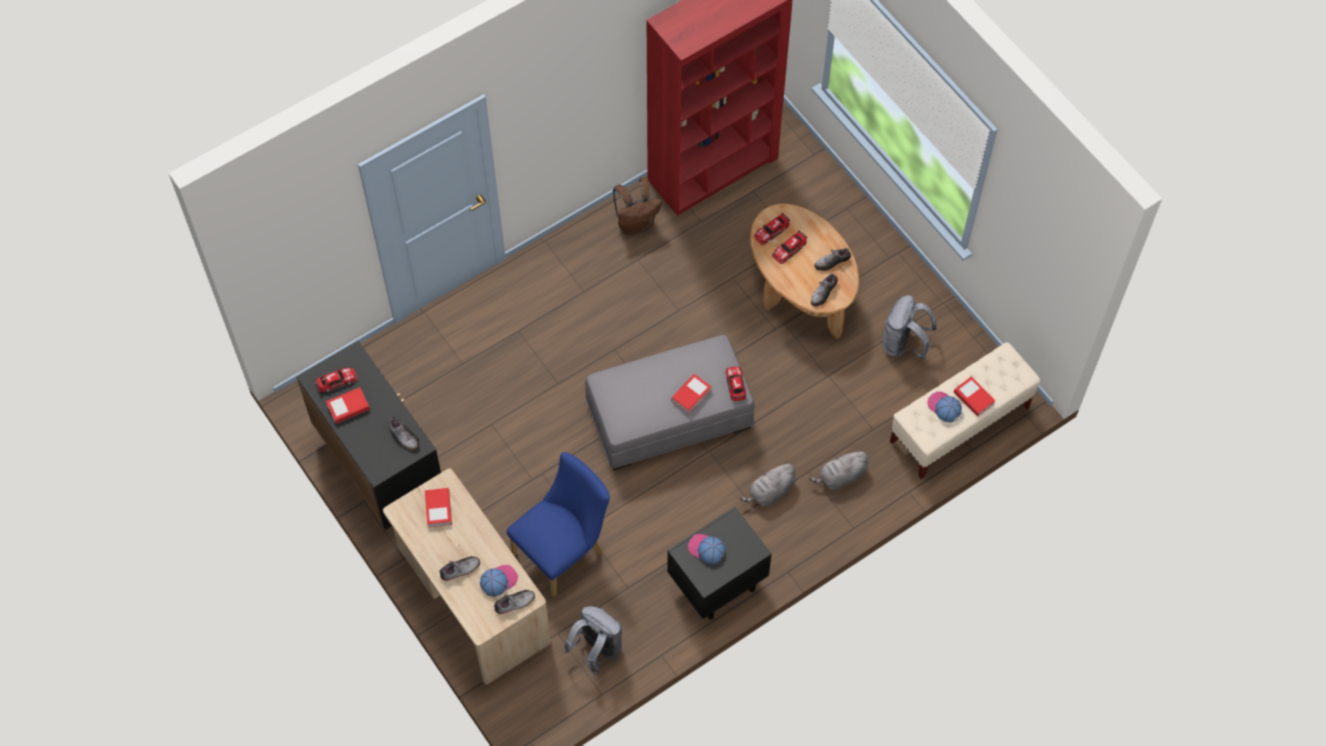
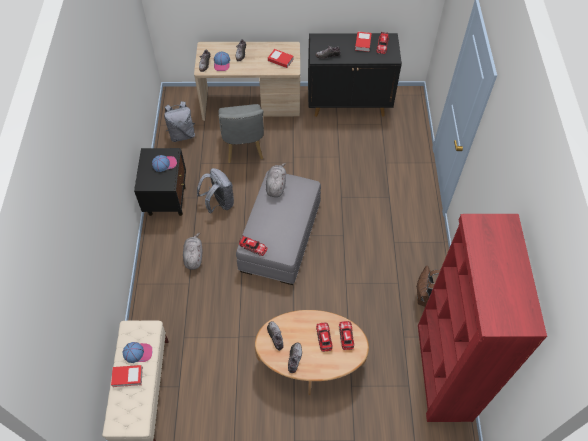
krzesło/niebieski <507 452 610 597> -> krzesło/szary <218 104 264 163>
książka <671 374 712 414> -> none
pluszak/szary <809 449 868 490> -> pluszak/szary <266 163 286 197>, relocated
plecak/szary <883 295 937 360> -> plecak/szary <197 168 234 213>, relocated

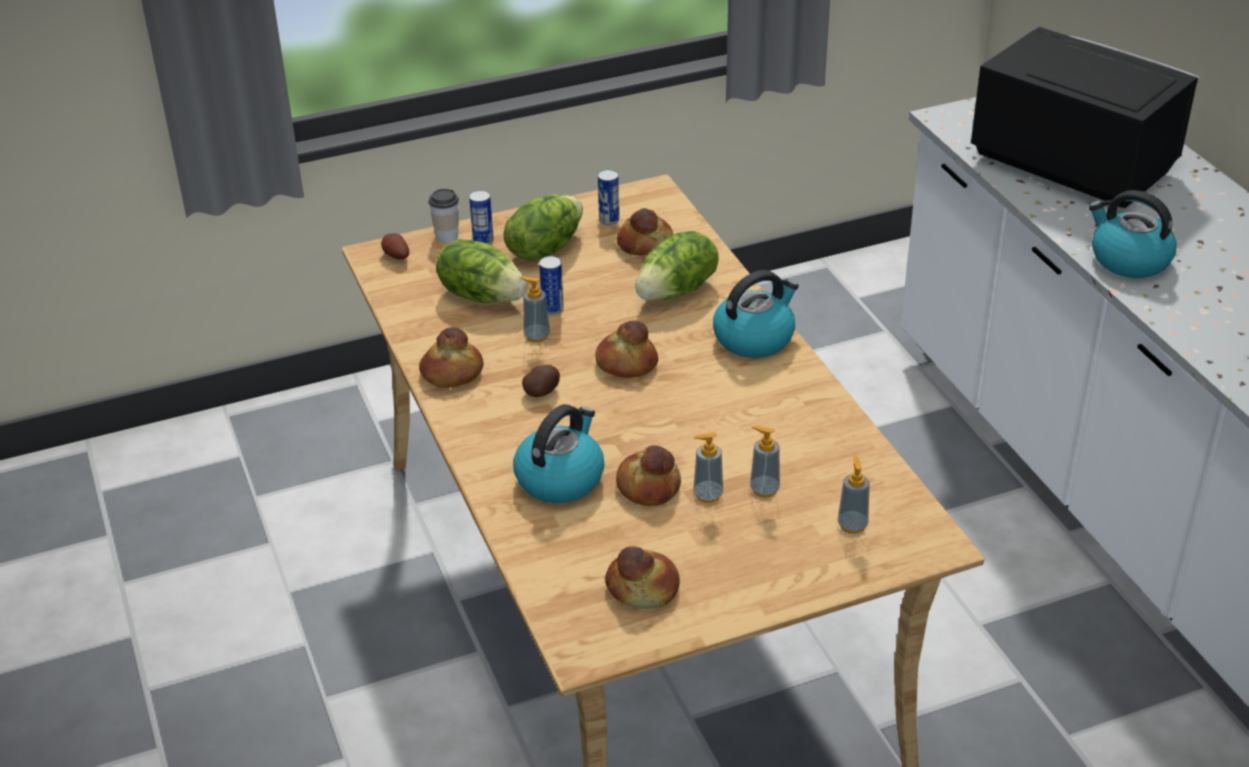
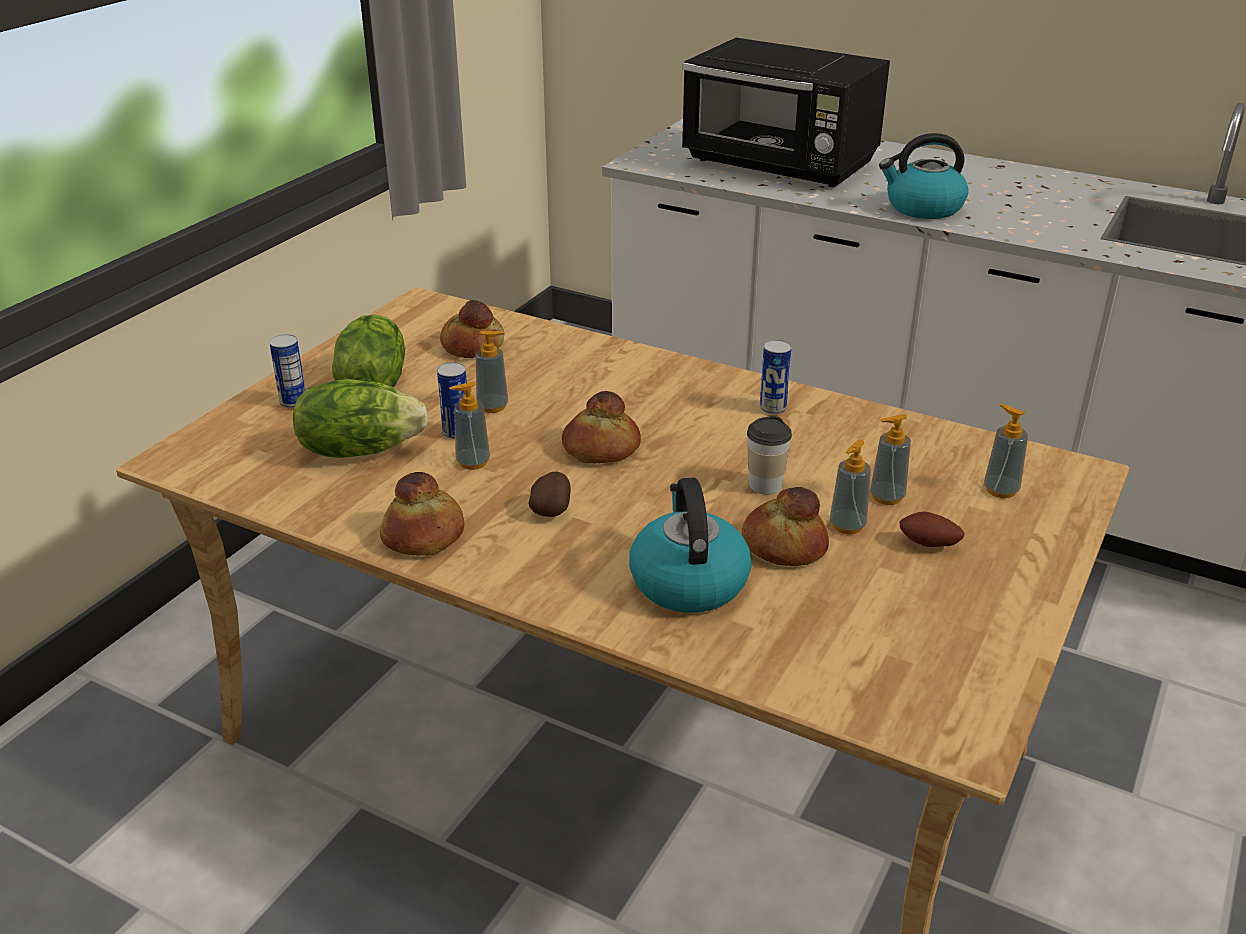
ziemniak <381 233 409 260> -> ziemniak <900 512 965 547>, relocated
filiżanka <428 189 459 243> -> filiżanka <747 416 792 494>, relocated
puszka <598 170 619 225> -> puszka <760 340 792 414>, relocated
chleb <605 546 680 608> -> none
sałata <635 231 719 300> -> none
czajnik <713 270 799 358> -> none
mikrofalówka/czarny <971 27 1200 208> -> mikrofalówka/czarny <682 38 890 187>, 150 degrees counterclockwise
none -> dozownik mydła <476 331 508 413>

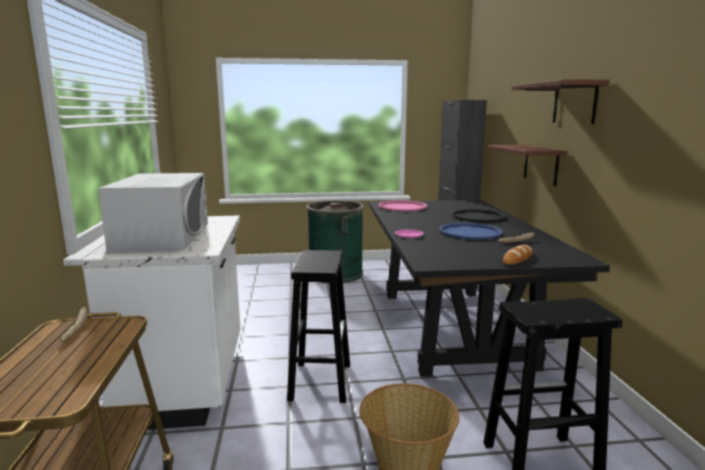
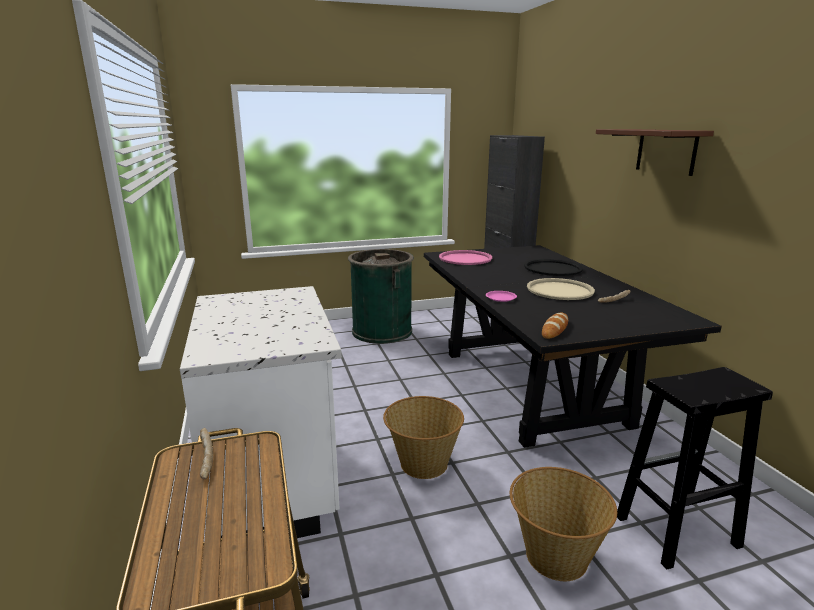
mikrofalówka/biały <98 173 208 252> -> none
stołek/czarny <287 250 350 403> -> koszyk <383 396 464 479>
taca/niebieski <439 223 503 240> -> taca/beżowy <527 278 595 300>
półka/brązowy <488 145 567 186> -> none
chleb <503 245 533 265> -> chleb <542 313 568 339>, relocated

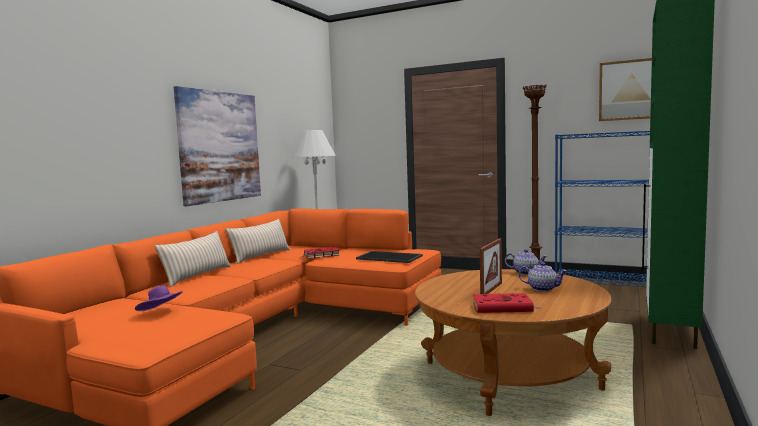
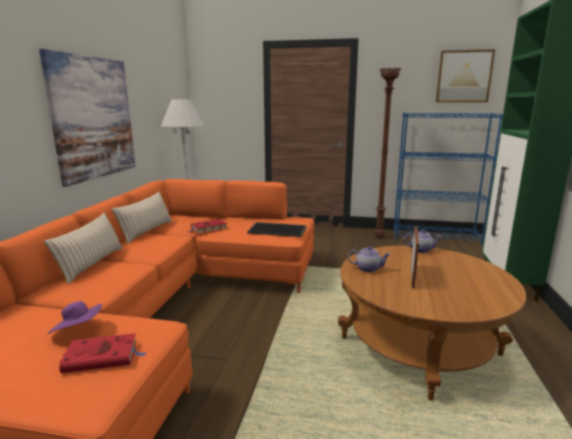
książka/czerwony <473 293 542 313> -> książka/czerwony <59 333 147 373>, relocated
imbryk <519 262 567 292> -> imbryk <348 246 390 272>, relocated

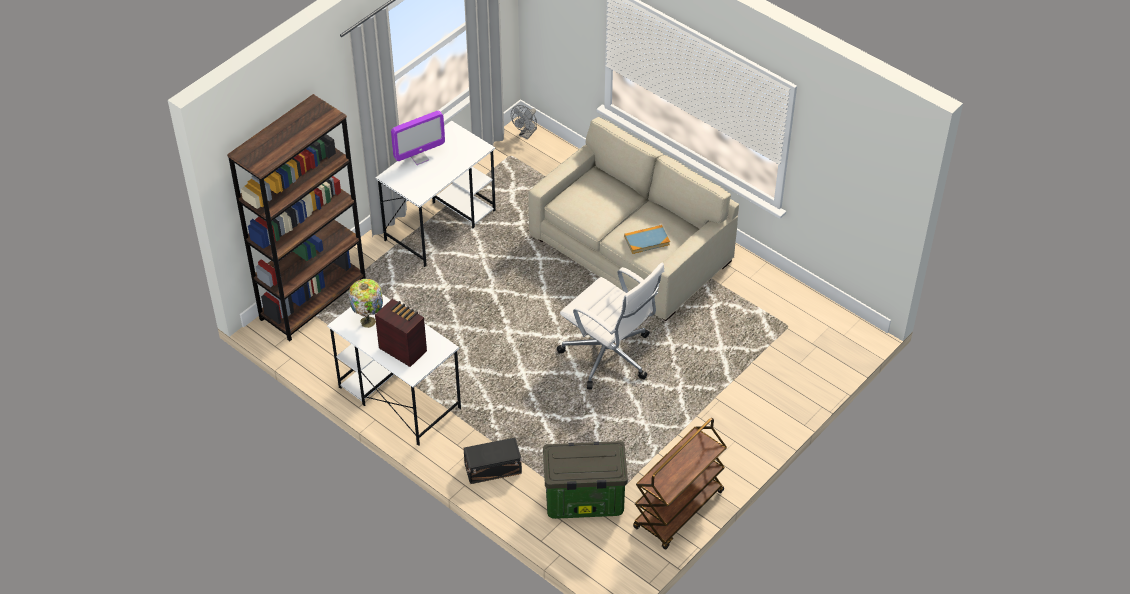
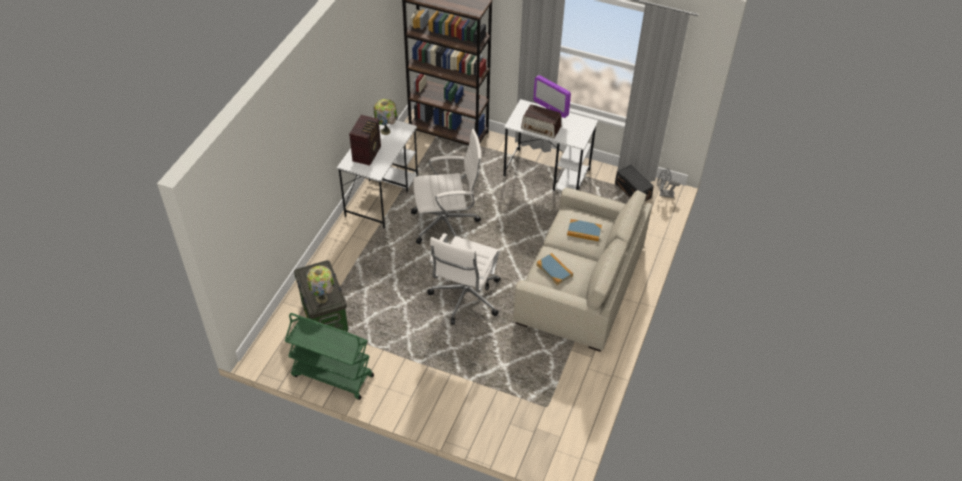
pojemnik do przechowywania/czarny <464 438 522 484> -> pojemnik do przechowywania/czarny <615 165 654 202>, relocated
wózek/brązowy <633 418 727 550> -> wózek/zielony <285 313 374 400>
none -> lampa stołowa <306 266 335 303>
none -> krzesło biurowe/biały <411 129 482 244>
none -> radio <521 104 561 138>
none -> książka <567 219 602 241>

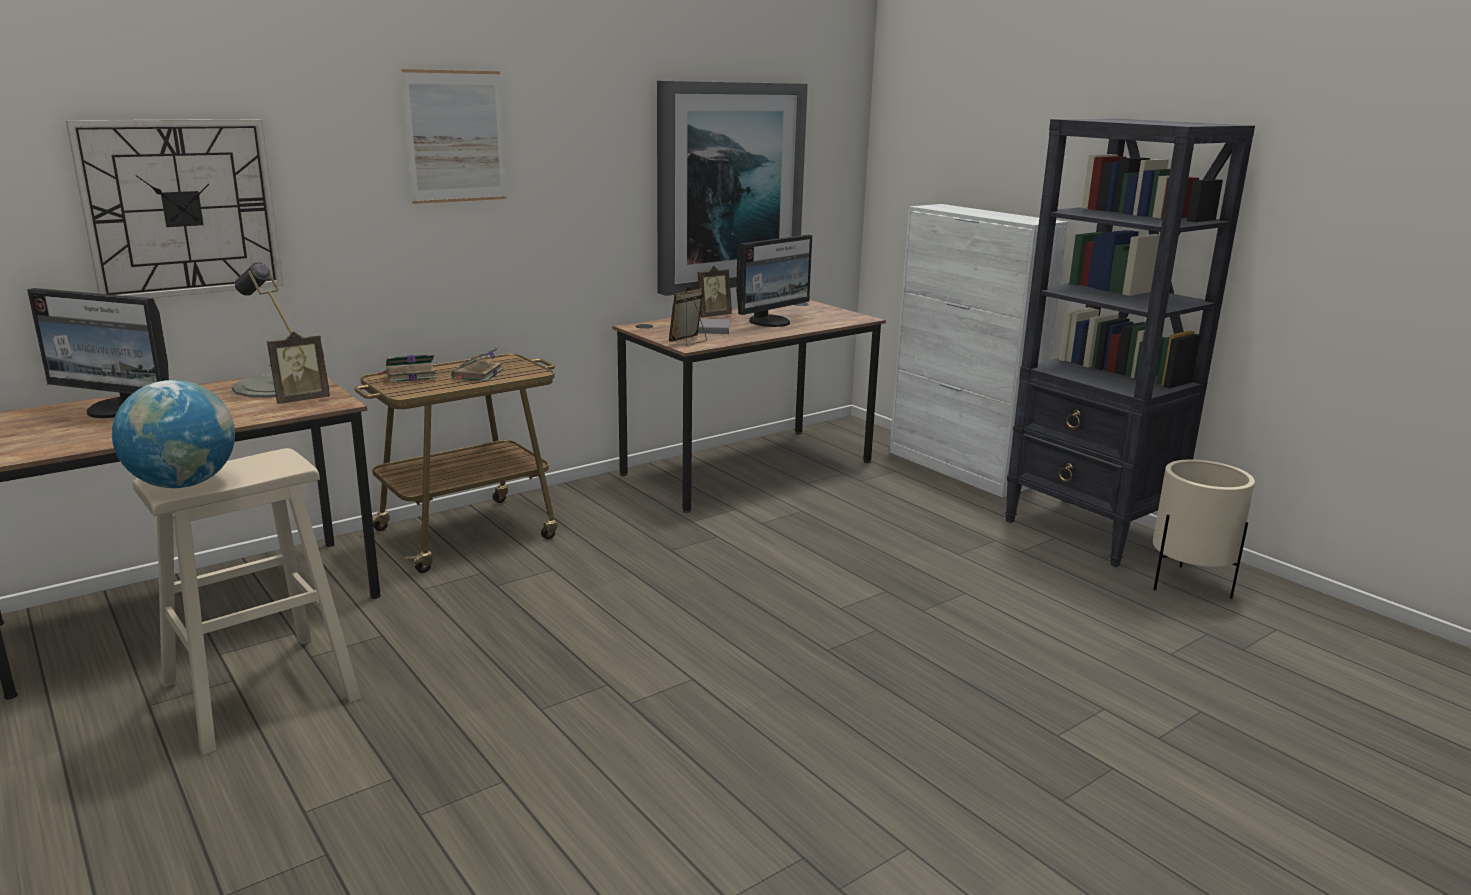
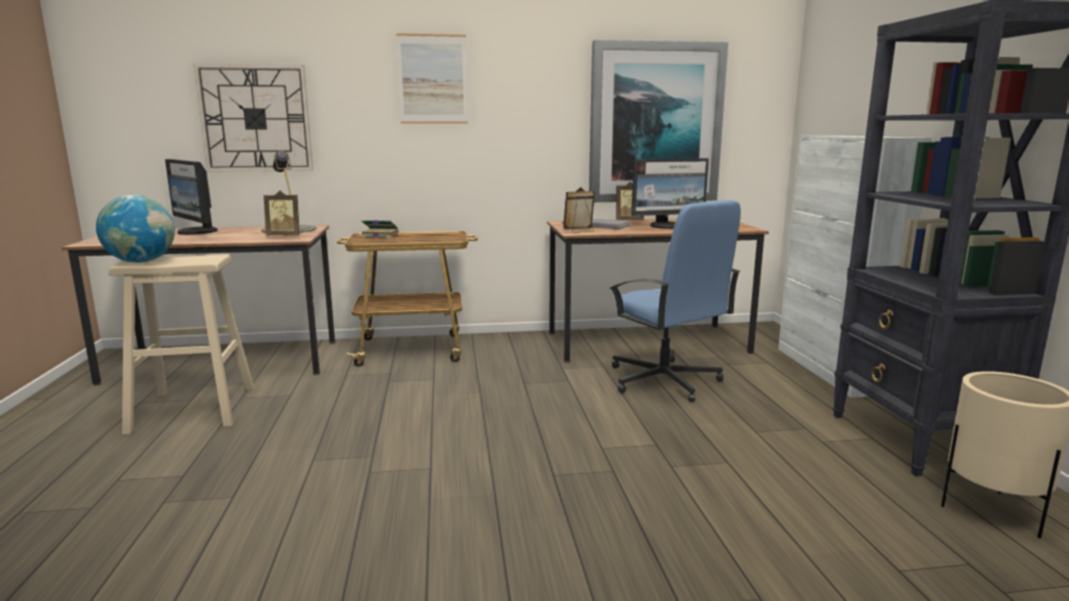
książka <451 347 504 382> -> none
none -> krzesło biurowe/niebieski <609 200 741 402>

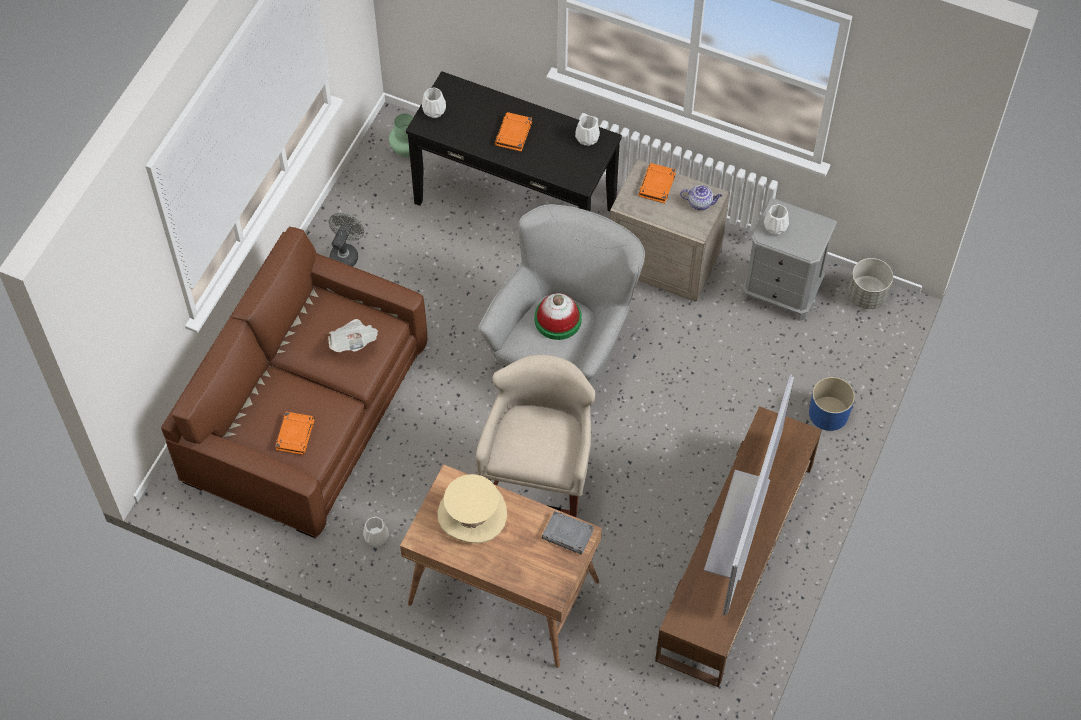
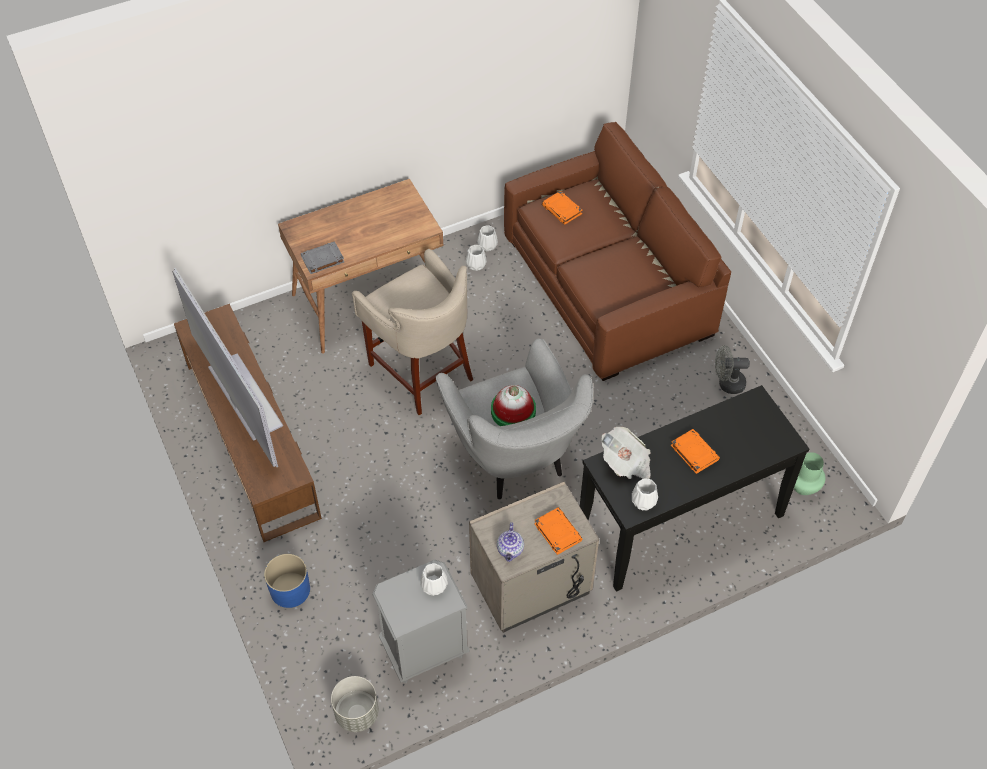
gazeta <328 319 379 352> -> gazeta <601 427 651 479>, relocated
wentylator/szary <329 213 364 267> -> wentylator/szary <715 345 750 394>, 120 degrees clockwise
wazon/biały <422 88 446 118> -> wazon/biały <477 225 498 251>, relocated
kapelusz/beżowy <438 474 507 543> -> none
imbryk <680 185 722 210> -> imbryk <497 522 524 562>, 45 degrees counterclockwise

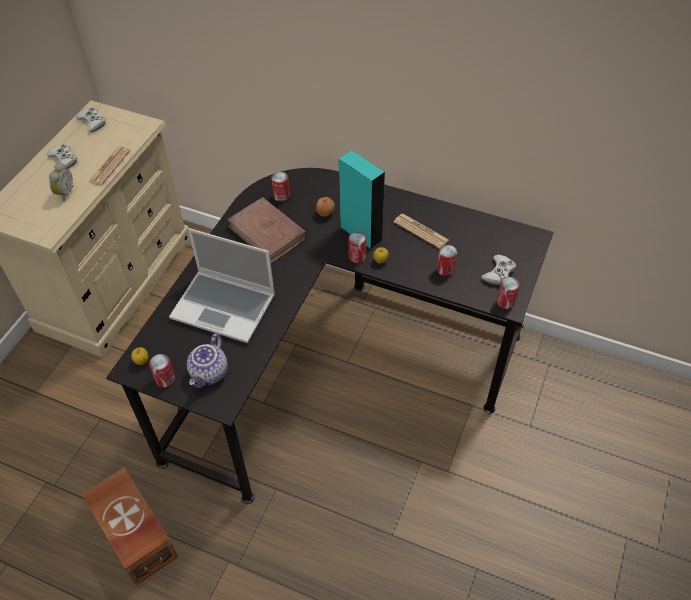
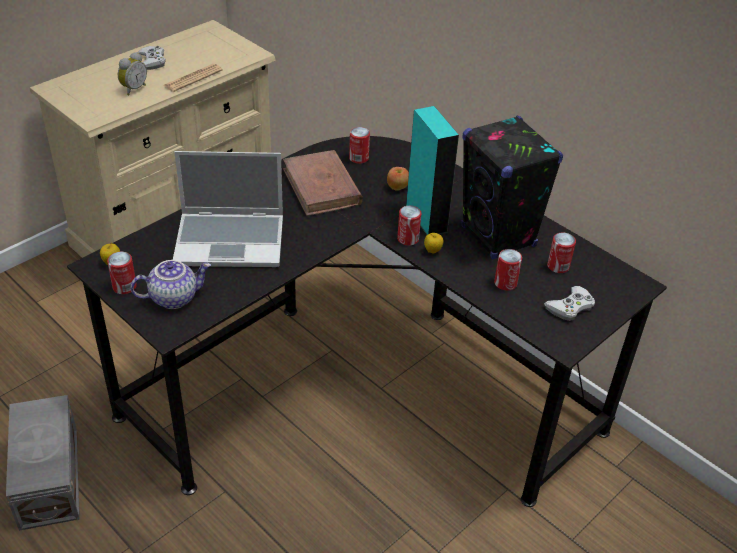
pad do gier/biały <76 108 106 132> -> none
pojemnik do przechowywania/brązowy <82 468 178 585> -> pojemnik do przechowywania/szary <6 395 80 531>
laptop <169 228 275 343> -> laptop <173 151 283 267>, 45 degrees counterclockwise
imbryk <187 333 228 388> -> imbryk <131 260 211 309>, 150 degrees counterclockwise
gazeta <394 214 449 249> -> głośnik/czarny <461 116 563 259>
puszka <497 277 520 309> -> puszka <547 233 576 273>, relocated

